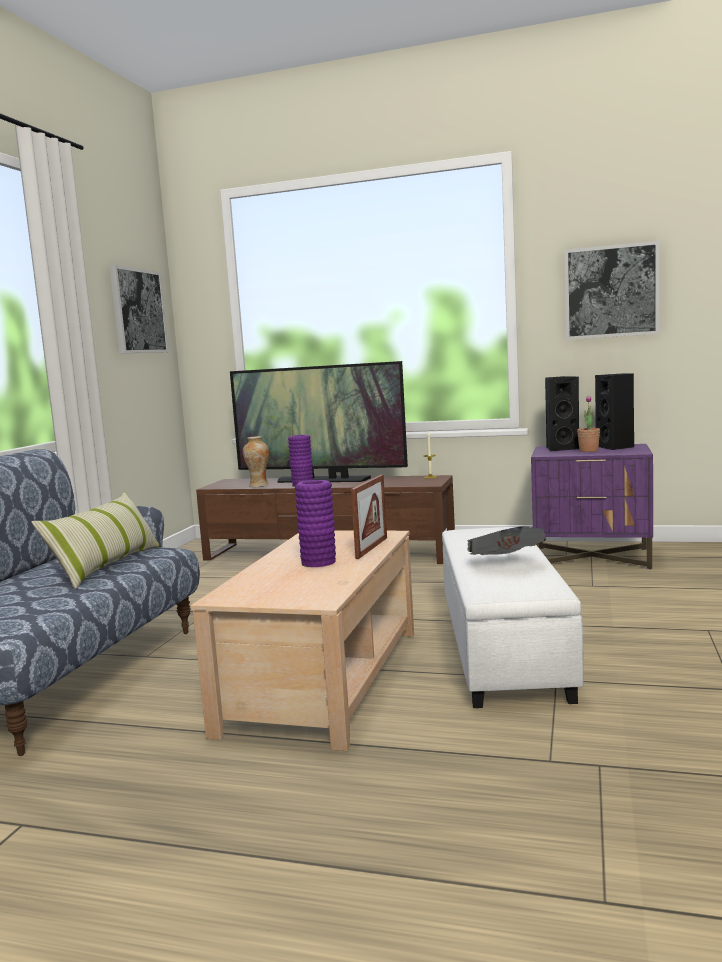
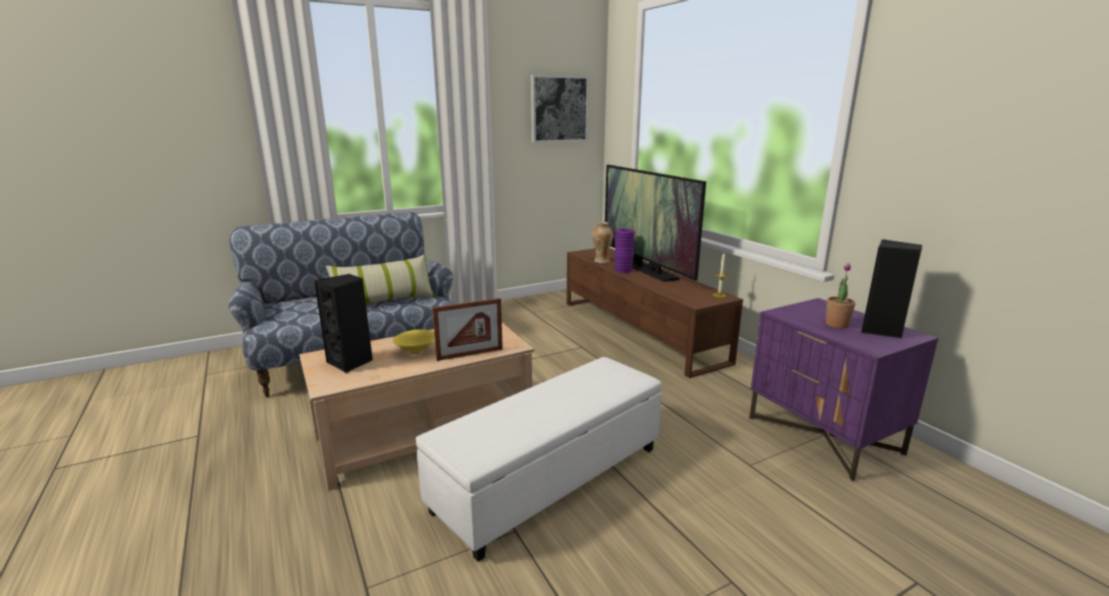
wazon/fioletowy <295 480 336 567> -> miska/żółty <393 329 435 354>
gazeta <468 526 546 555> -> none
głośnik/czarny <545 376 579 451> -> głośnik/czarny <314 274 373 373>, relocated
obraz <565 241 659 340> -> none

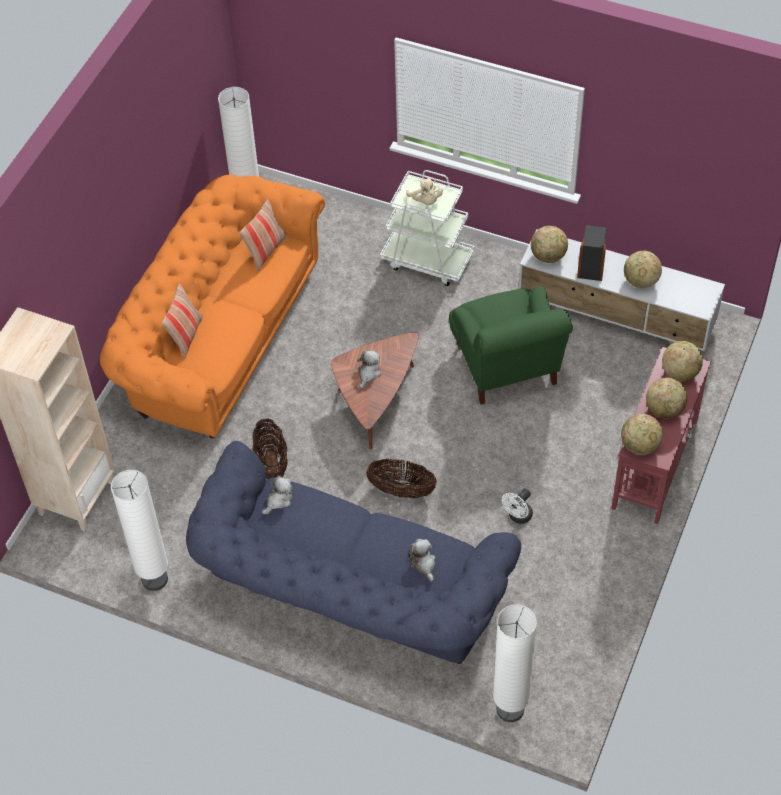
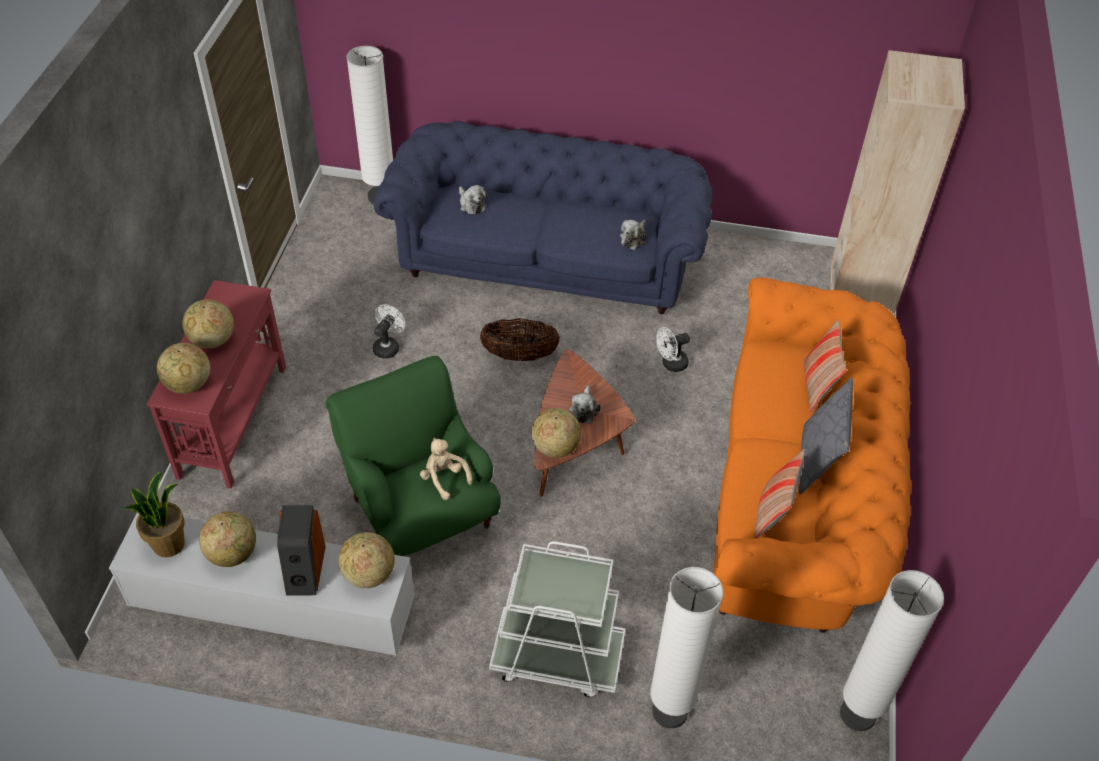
lampa stojąca/biały <111 470 168 591> -> lampa stojąca/biały <650 567 723 729>, relocated
koszyk <252 419 288 480> -> wentylator/biały <656 327 690 372>
pluszak/beżowy <406 177 443 205> -> pluszak/beżowy <420 438 473 500>, relocated
globus <621 414 663 455> -> globus <532 408 581 458>, relocated
none -> roślina doniczkowa <122 471 185 557>
none -> poduszka/szary <799 378 853 495>

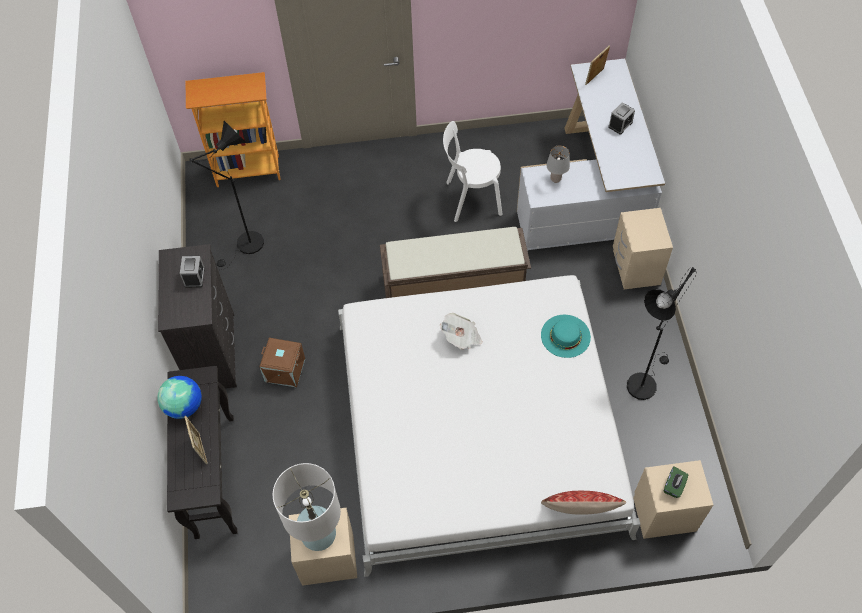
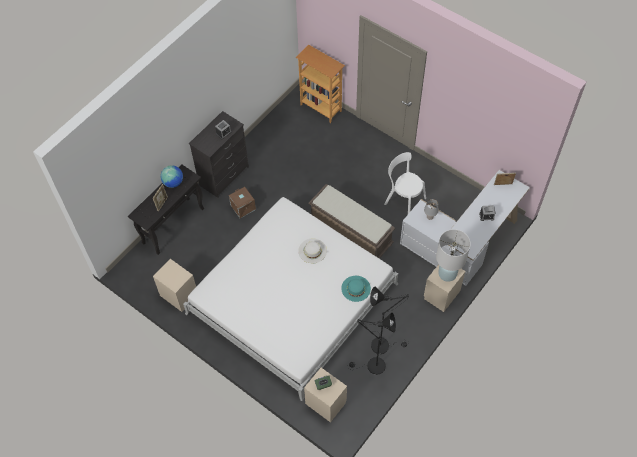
lampa stojąca/czarny <190 121 264 270> -> lampa stojąca/czarny <347 313 396 375>, relocated
lampa stołowa/biały <273 463 341 551> -> lampa stołowa/biały <436 229 471 282>, relocated
gazeta <440 313 483 350> -> kapelusz/biały <298 239 327 263>
poduszka <541 491 626 515> -> none

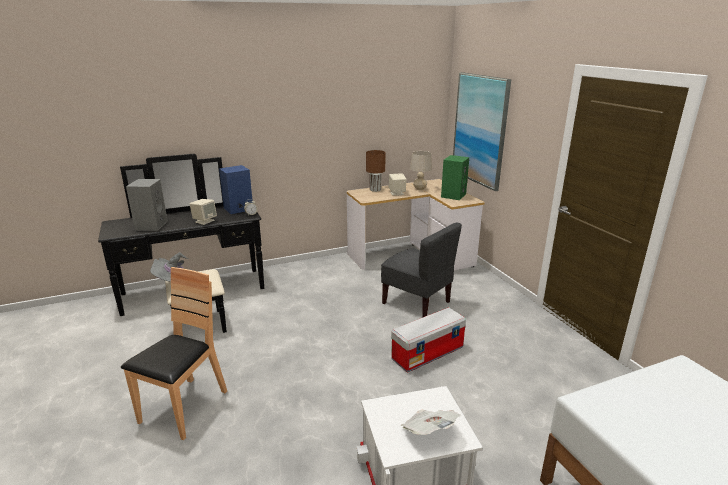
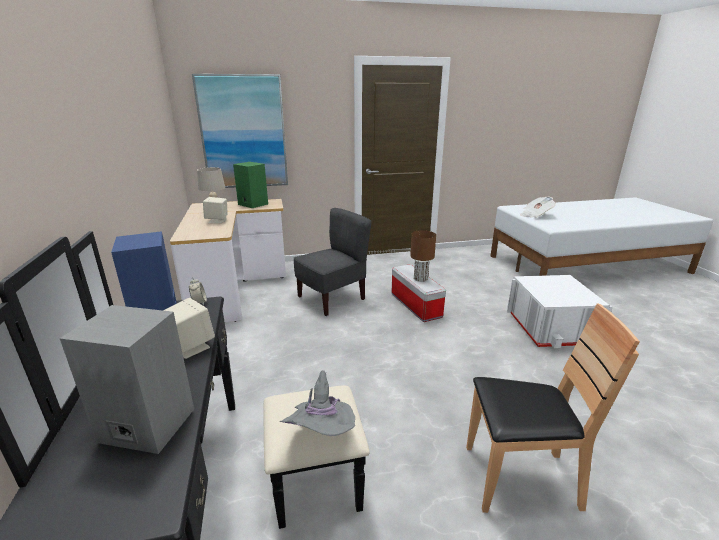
krzesło/brązowy <121 267 227 440> -> krzesło/brązowy <466 303 640 513>, 150 degrees clockwise
lampa stołowa/brązowy <366 150 386 192> -> lampa stołowa/brązowy <410 230 436 282>, relocated
gazeta <400 410 461 435> -> gazeta <520 197 556 218>, relocated

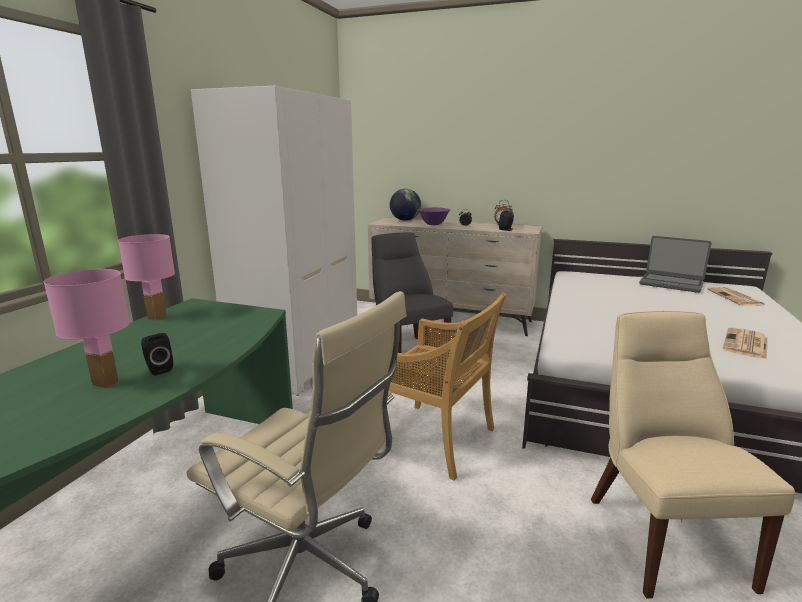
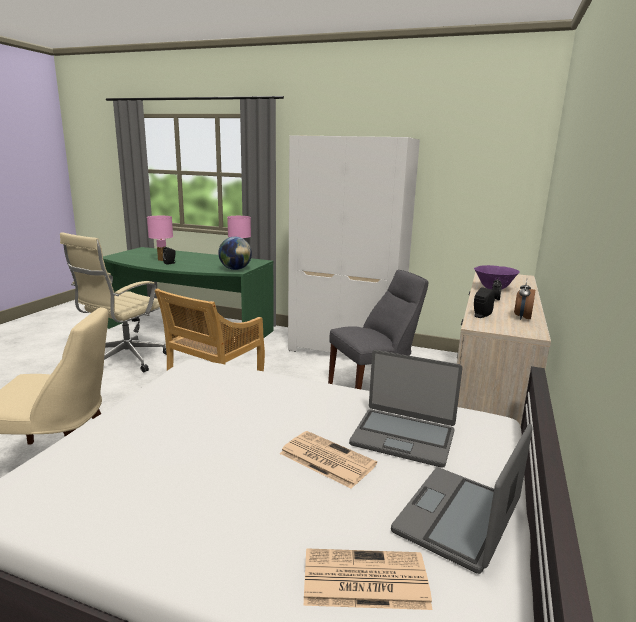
globus <390 189 421 221> -> globus <218 237 252 270>, relocated
gazeta <723 327 768 360> -> gazeta <279 431 377 489>, relocated
none -> laptop <349 350 462 468>

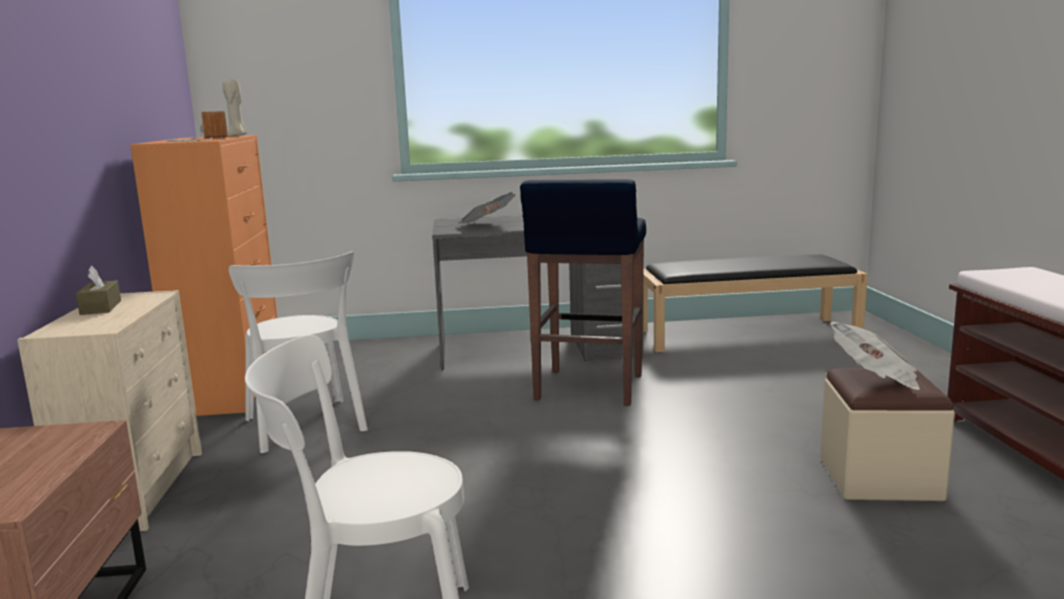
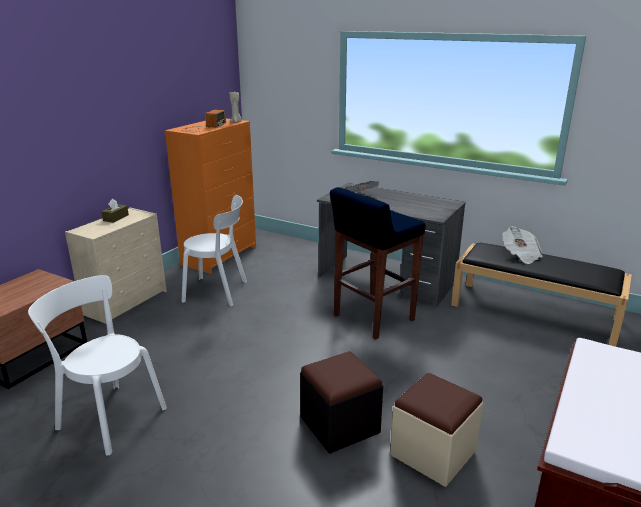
krzesło/biały <229 251 368 453> -> krzesło/biały <181 195 247 306>, 90 degrees counterclockwise
gazeta <830 322 919 390> -> gazeta <502 226 543 264>, relocated
none -> pufa/czarny <300 351 383 454>

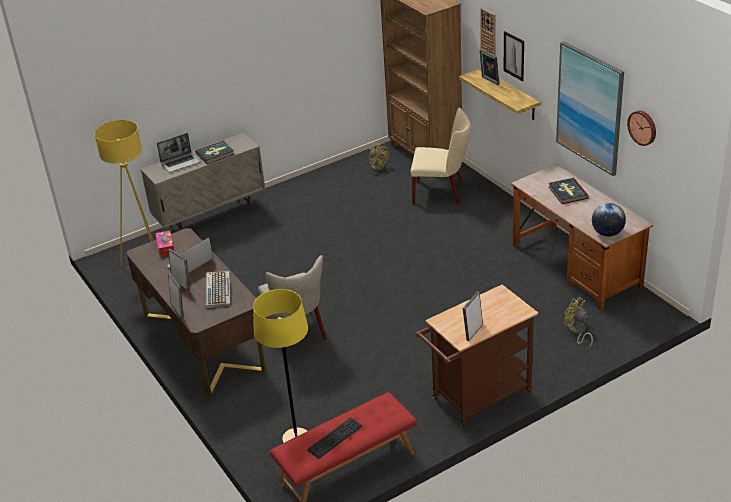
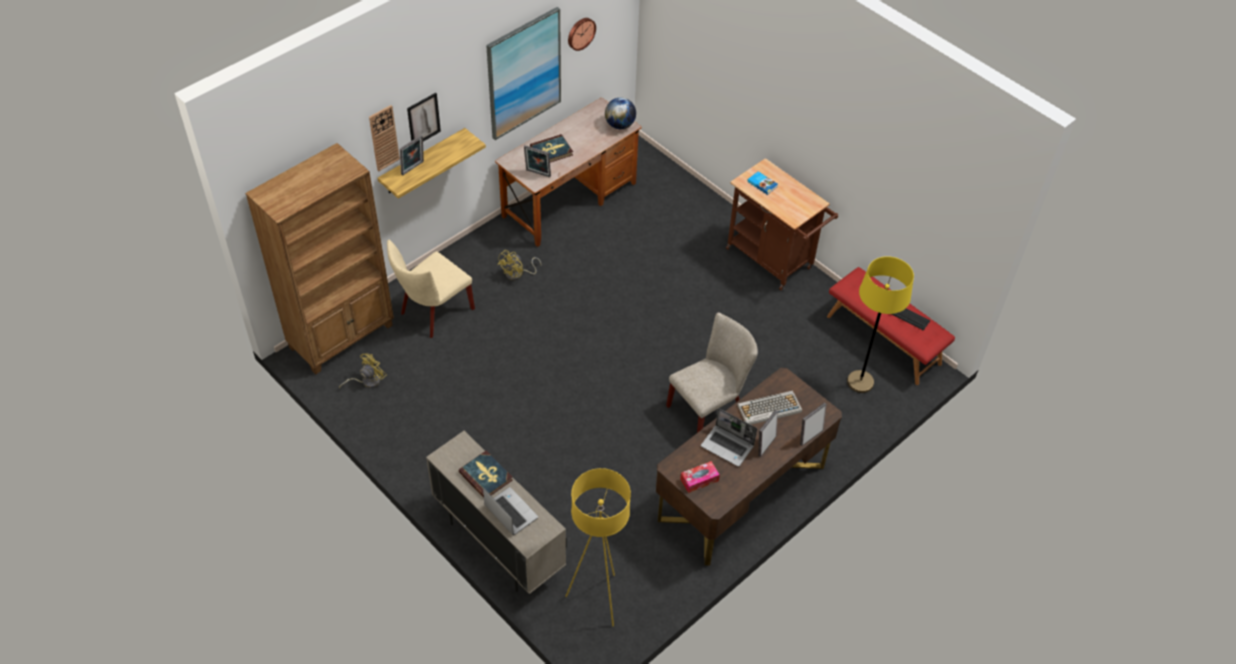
krzesło/beżowy <410 108 471 205> -> krzesło/beżowy <387 240 475 338>, 135 degrees counterclockwise
ramka na zdjęcie <463 292 483 341> -> ramka na zdjęcie <524 145 551 177>, relocated
wentylator/żółty <564 297 593 348> -> wentylator/żółty <497 250 542 280>, relocated
none -> książka <747 171 778 195>

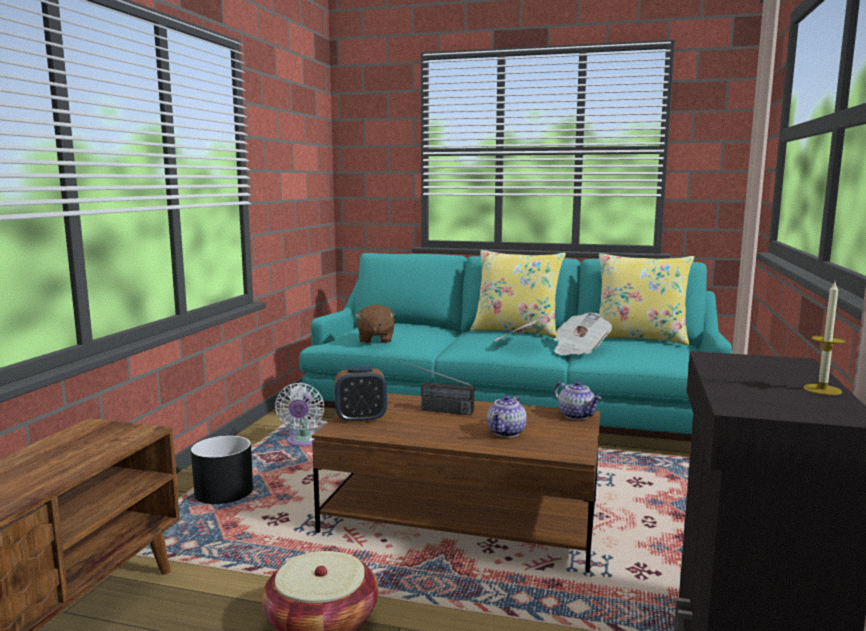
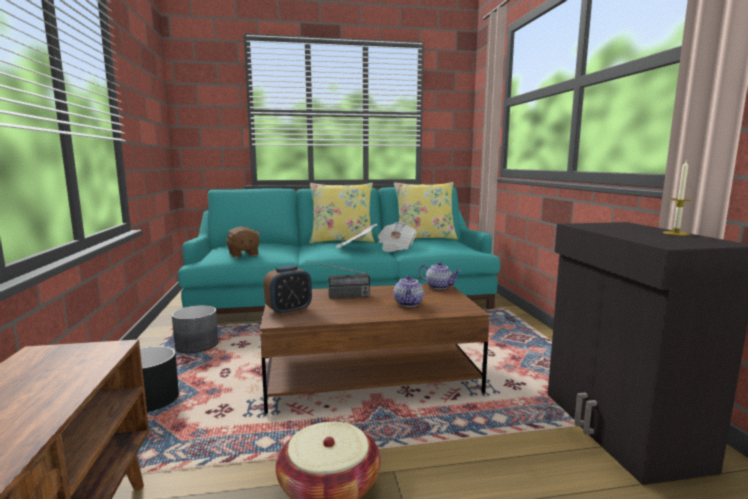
wentylator/biały <275 383 325 446> -> donica/szary <172 305 218 353>

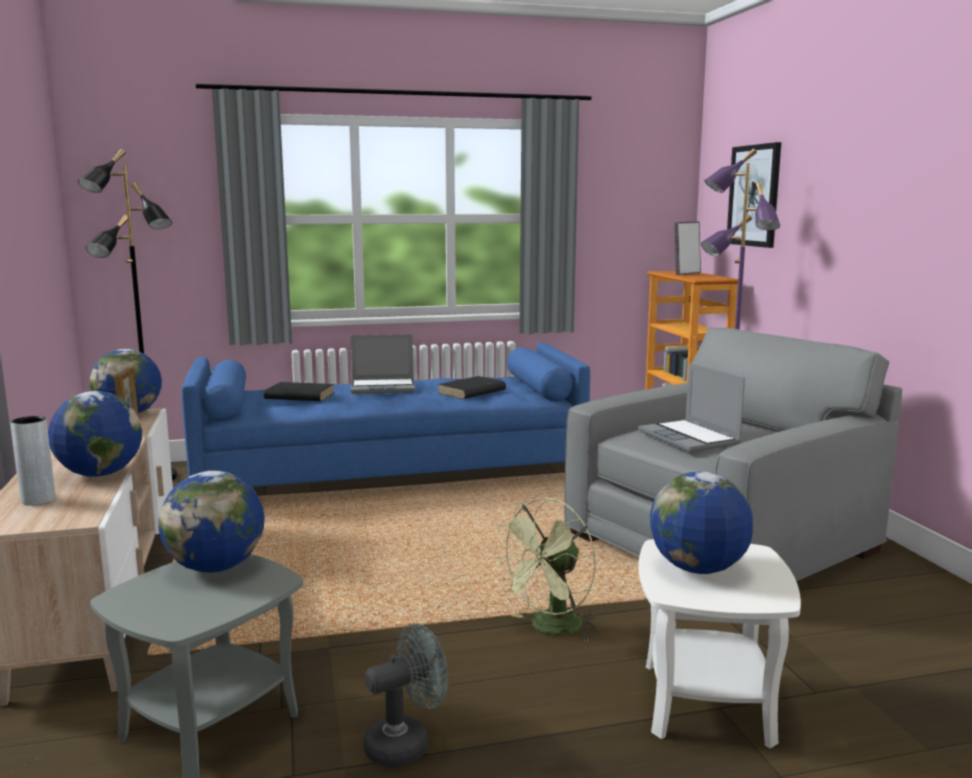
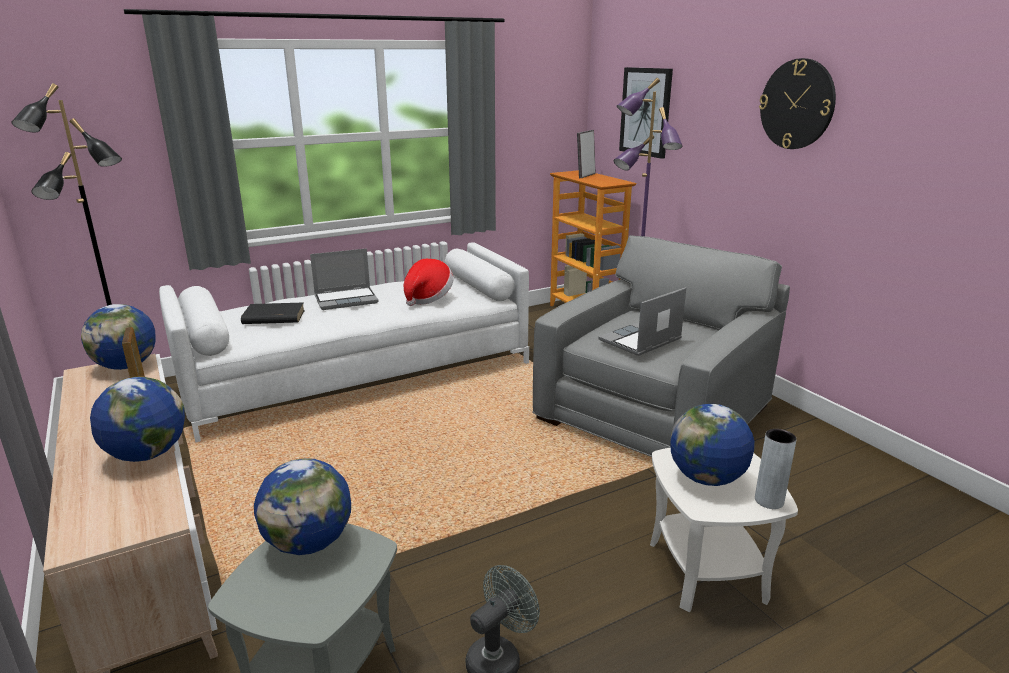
wazon/szary <11 416 56 506> -> wazon/szary <755 429 797 509>, relocated
kanapa/niebieski <181 343 590 487> -> kanapa/biały <159 242 529 442>
książka/czarny <437 376 506 399> -> kapelusz <404 259 454 306>
wentylator/zielony <493 497 599 642> -> none
laptop <638 363 745 452> -> laptop <598 287 686 356>, 90 degrees clockwise
none -> zegar ścienny <759 58 836 149>

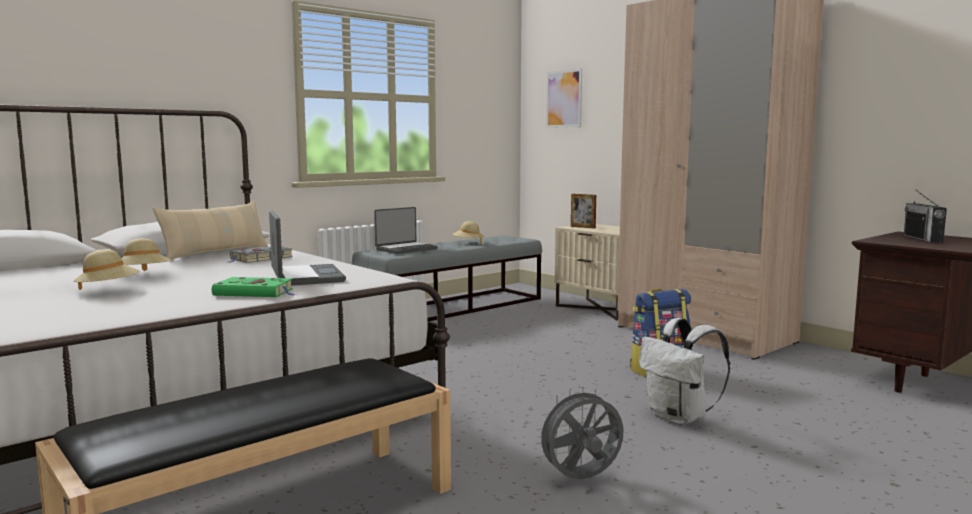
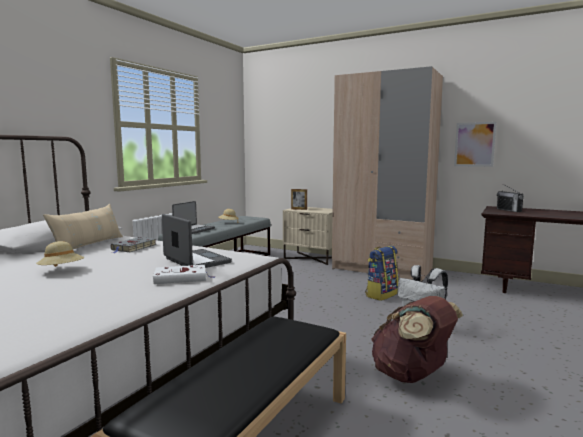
kapelusz/beżowy <73 249 140 290> -> none
książka/zielony <212 277 297 297> -> książka/biały <153 265 216 284>
wentylator/szary <535 386 623 479> -> plecak/brązowy <371 296 463 383>
obraz <546 68 582 128> -> obraz <454 122 496 167>, relocated

